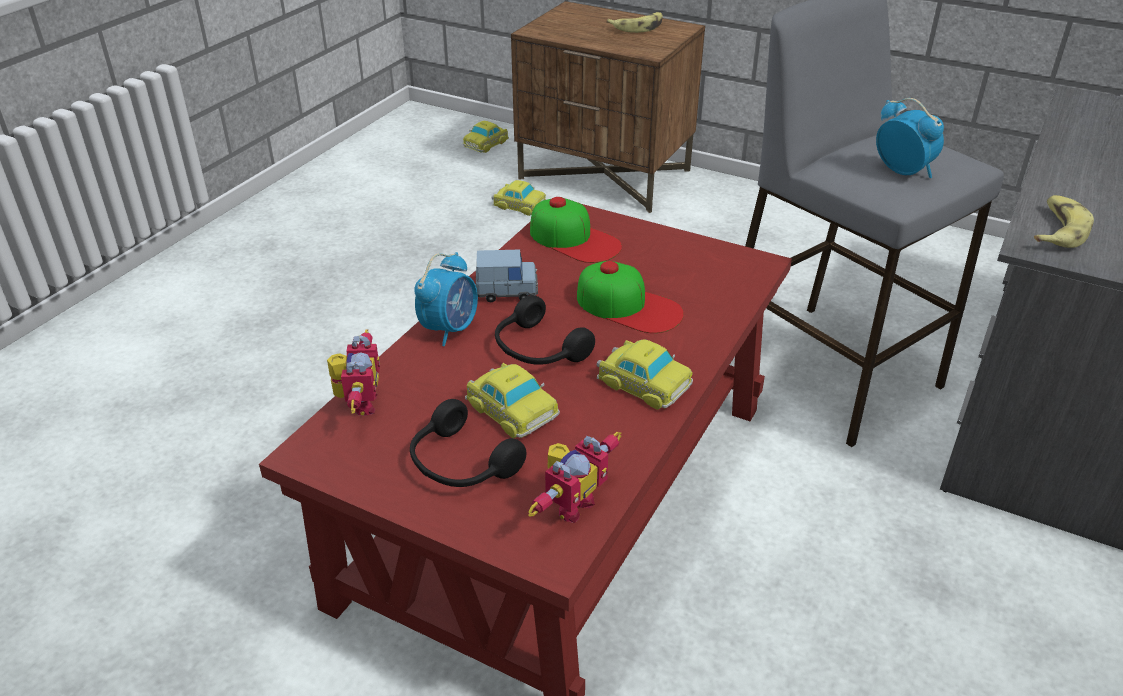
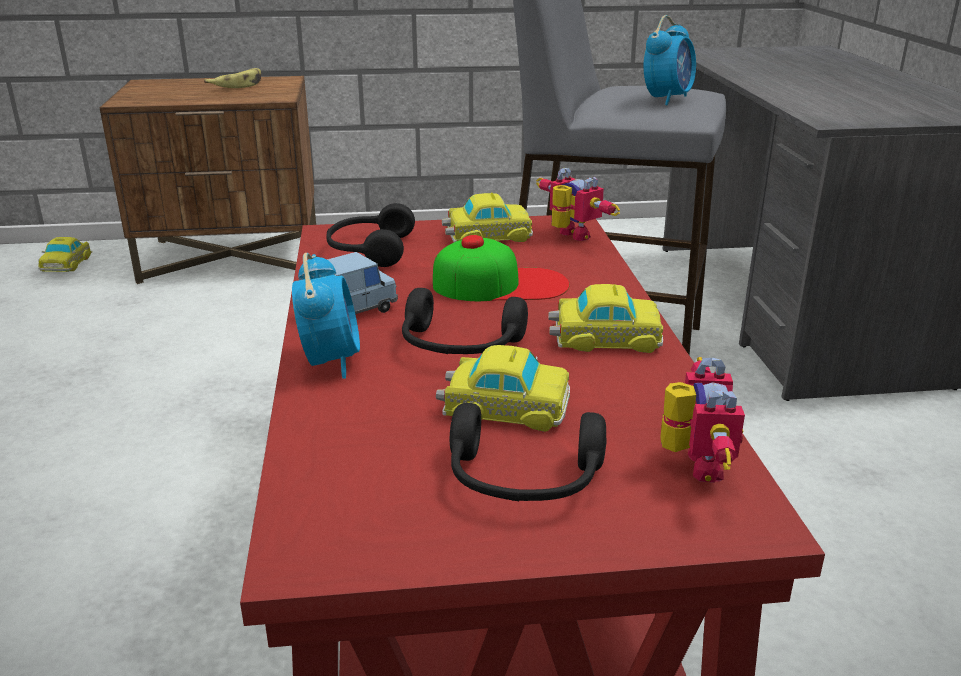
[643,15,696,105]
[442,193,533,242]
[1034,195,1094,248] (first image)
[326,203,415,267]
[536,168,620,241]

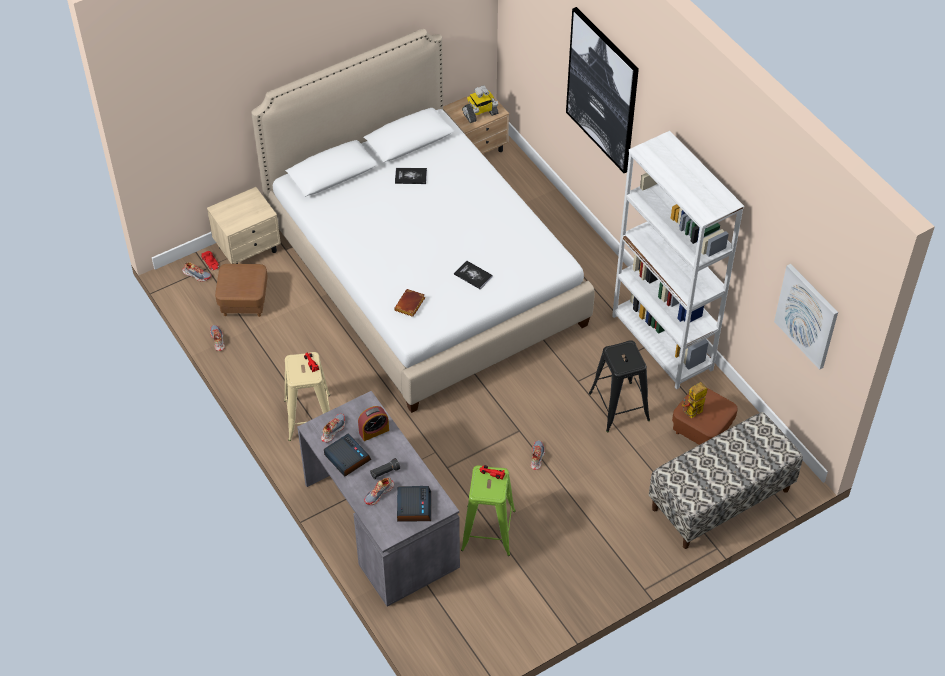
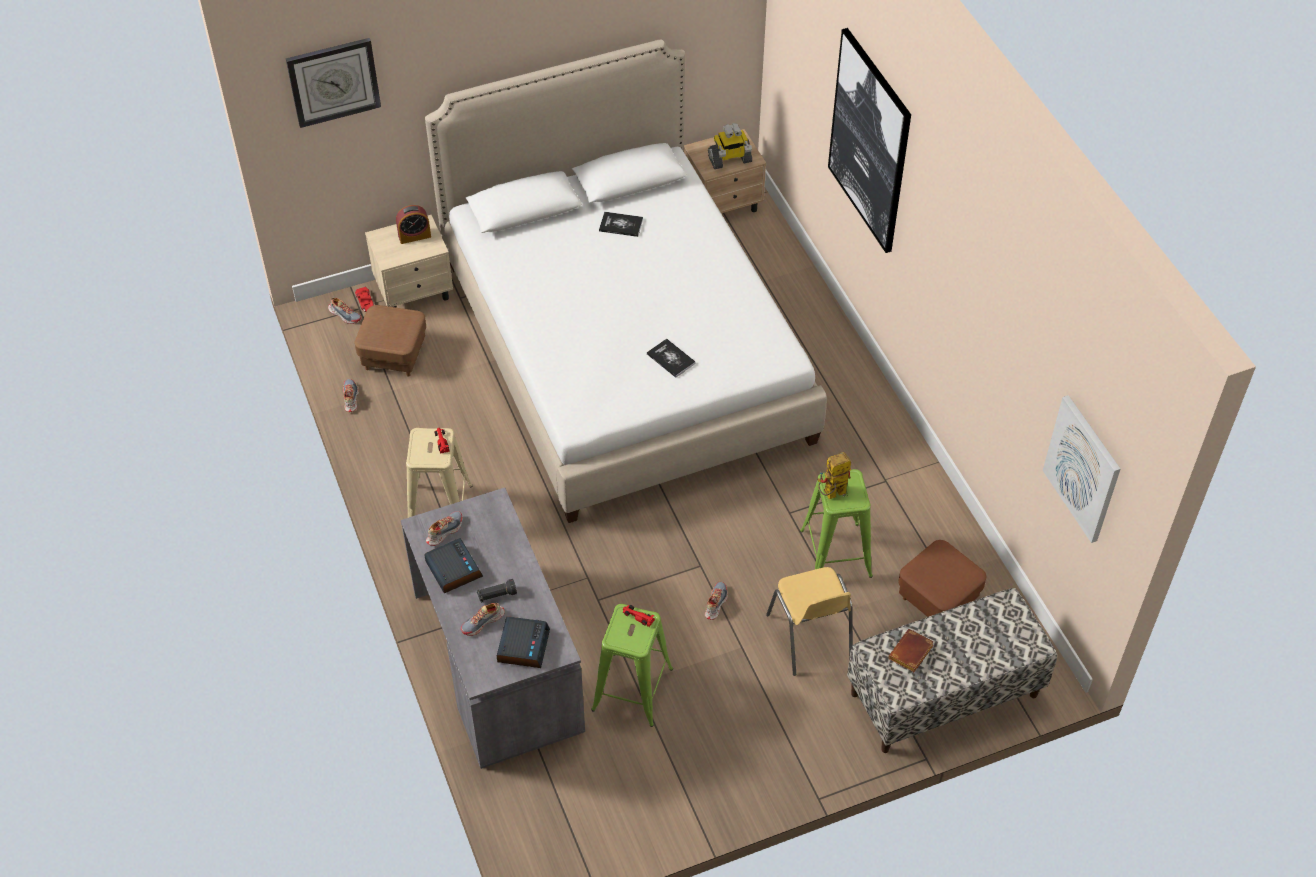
[612,131,744,389] (first image)
[888,629,934,672]
[800,469,873,578]
[818,452,851,499]
[396,205,431,244]
[286,38,381,128]
[766,567,853,676]

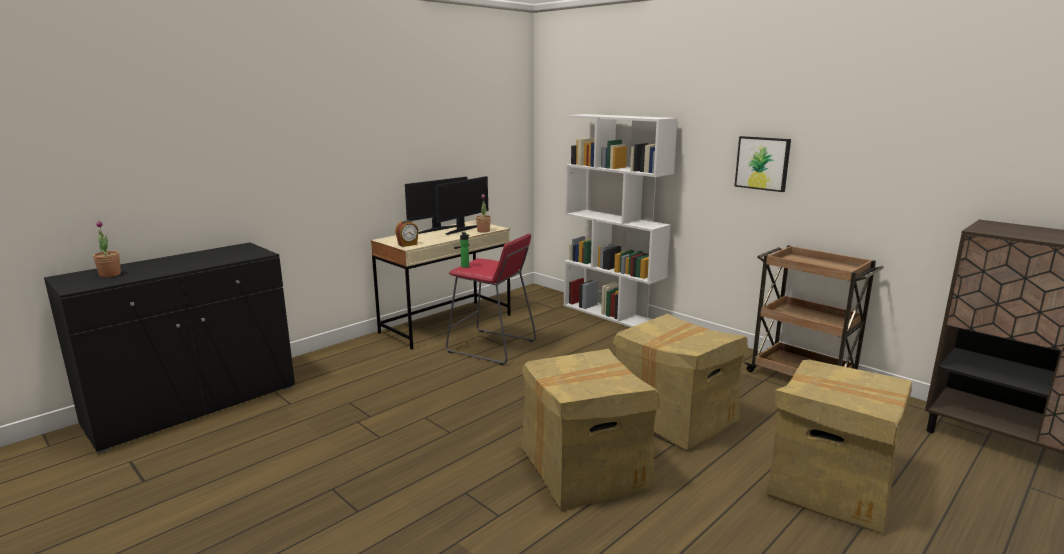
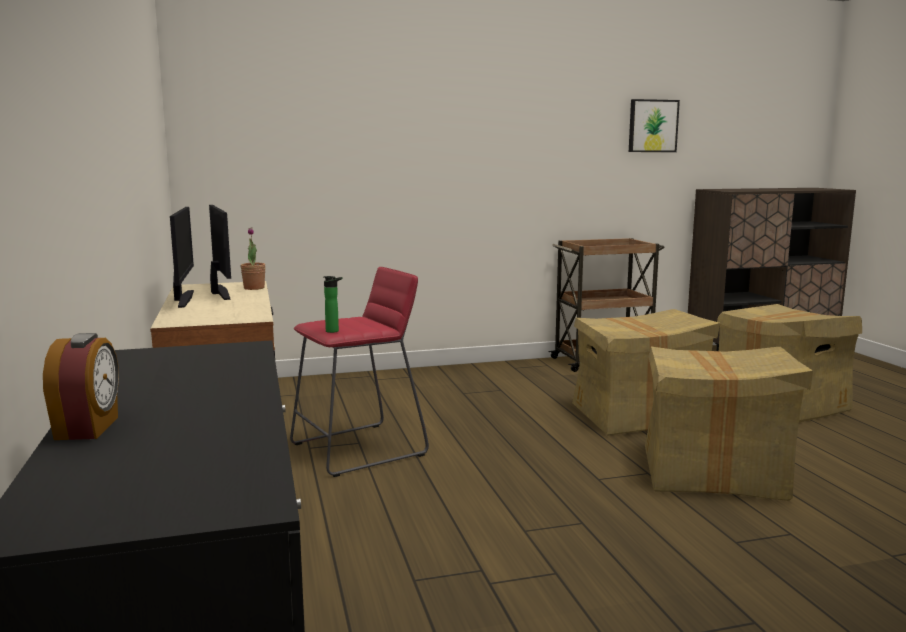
[564,114,678,327] (first image)
[629,99,680,152]
[93,220,121,277] (first image)
[43,333,119,440]

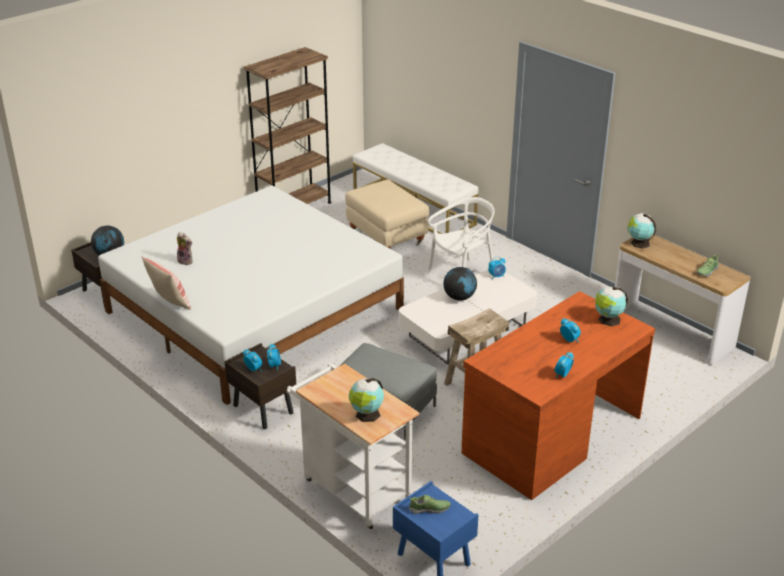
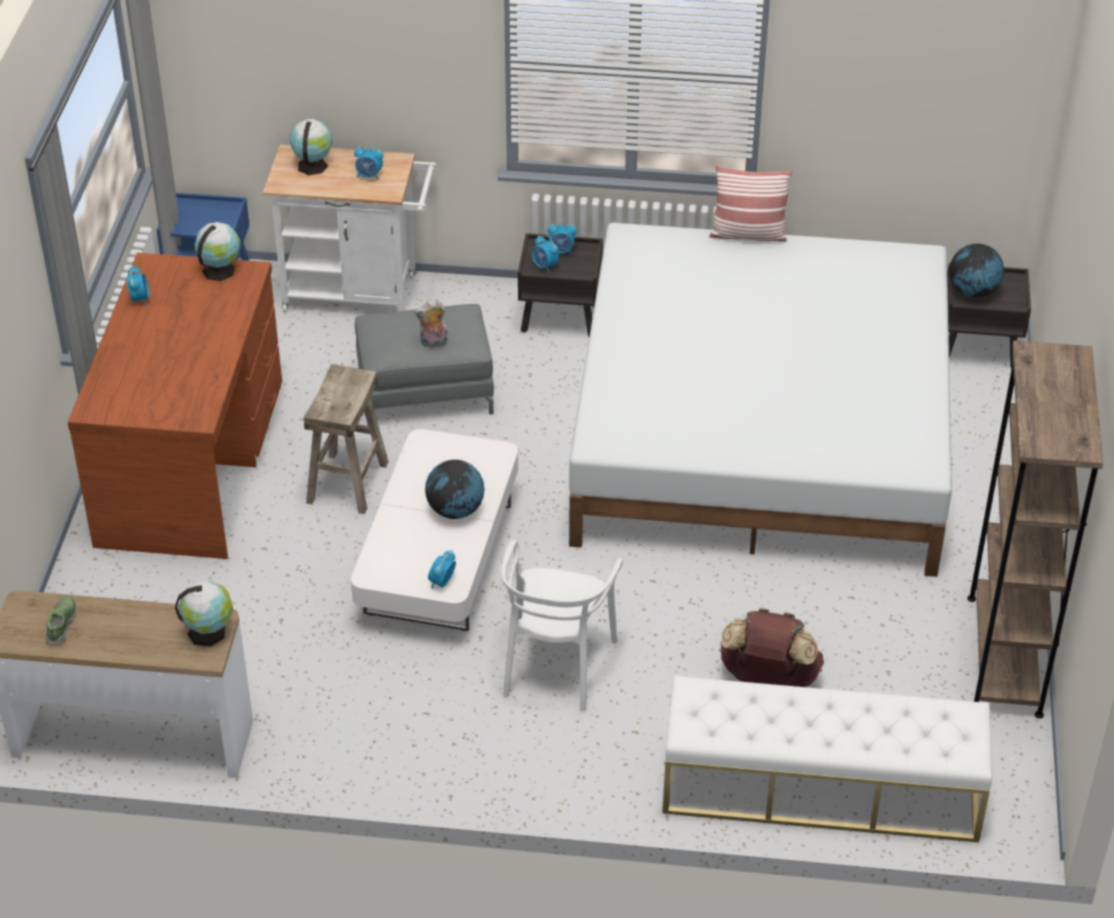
[719,608,824,687]
[414,299,448,348]
[195,222,240,281]
[354,144,383,180]
[409,495,451,514] (first image)

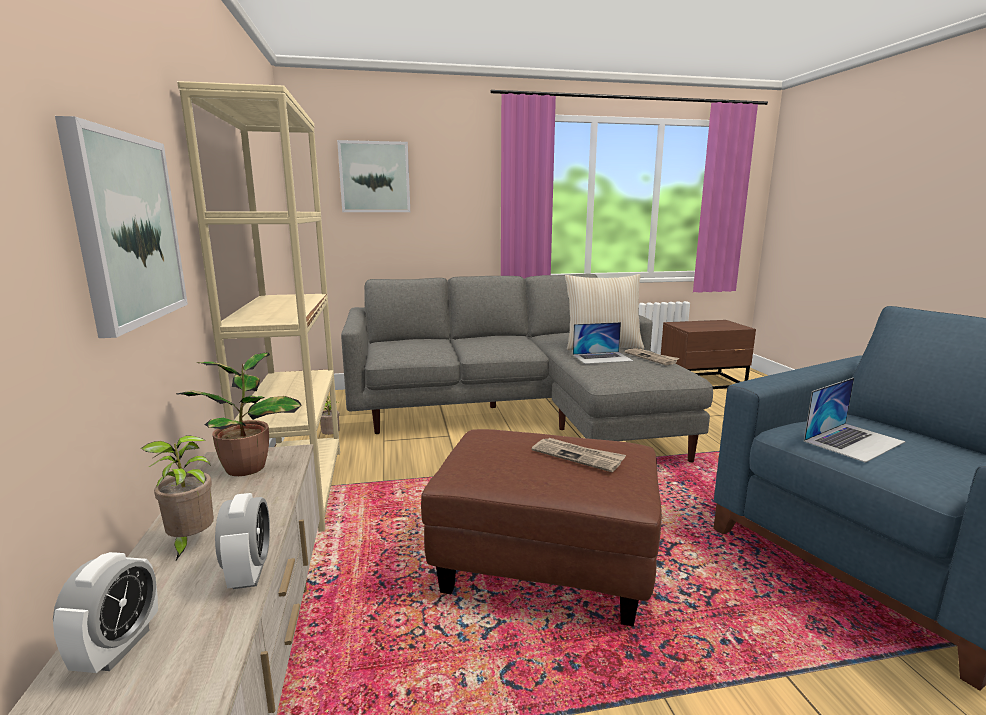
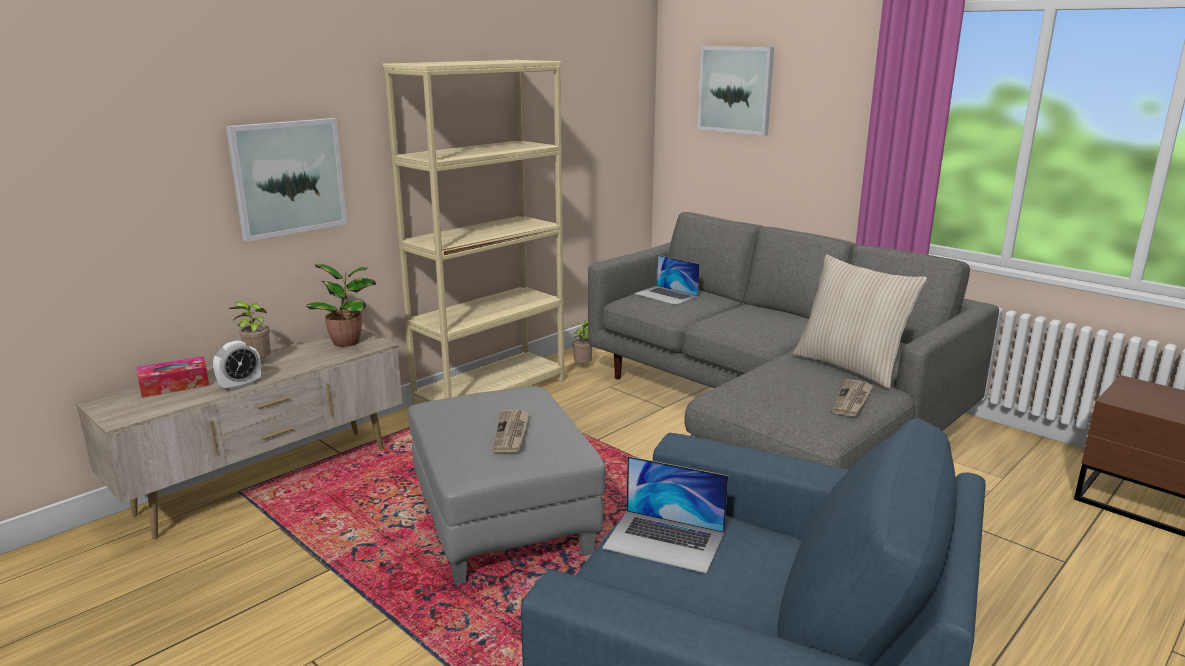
[634,255,700,305]
[408,386,606,585]
[137,356,209,398]

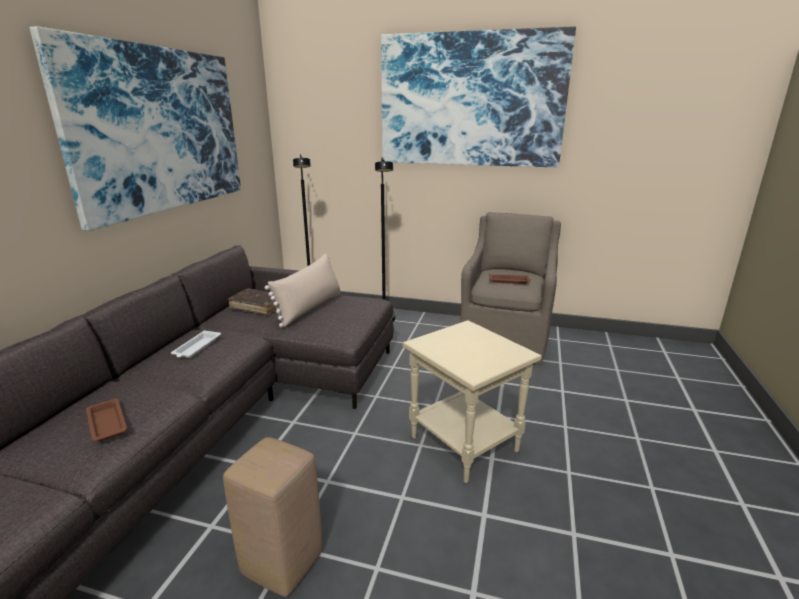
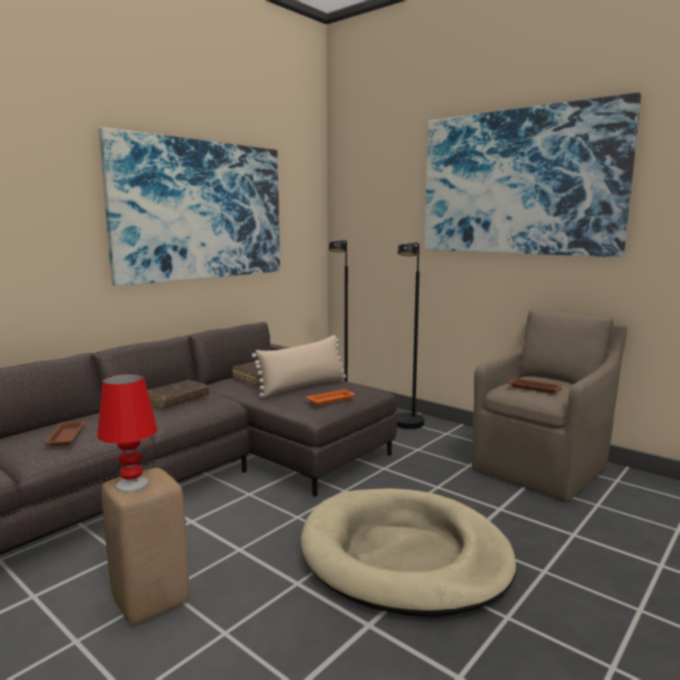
[301,488,517,617]
[147,380,209,408]
[97,374,157,492]
[306,390,355,405]

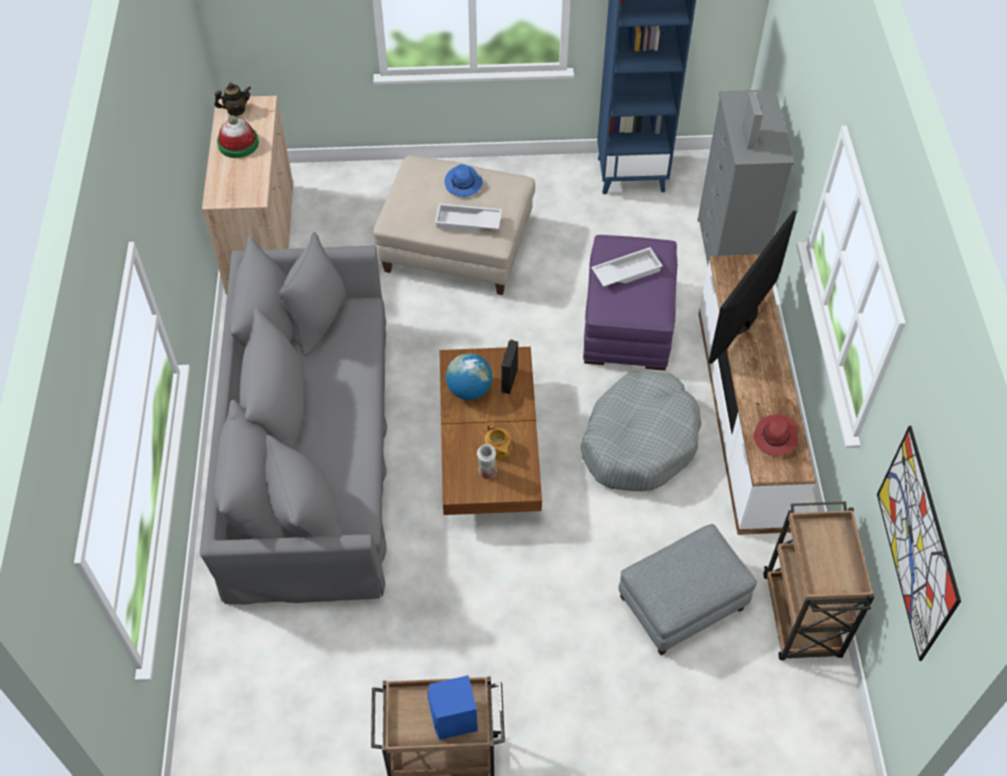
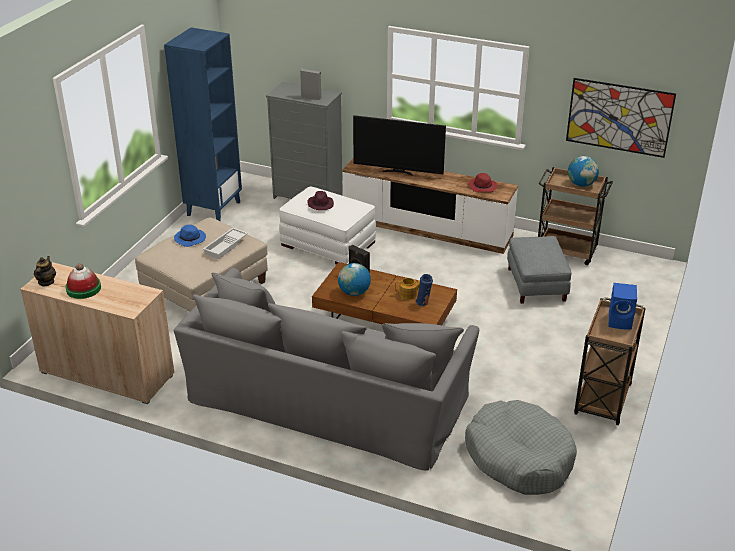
[353,115,446,176]
[279,186,376,265]
[307,191,334,210]
[465,400,577,495]
[416,274,433,306]
[568,156,599,187]

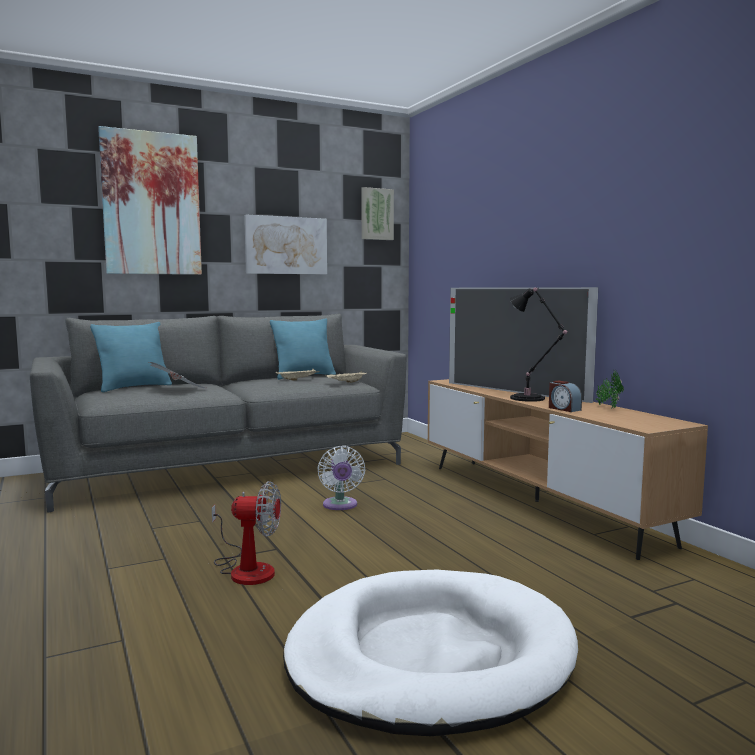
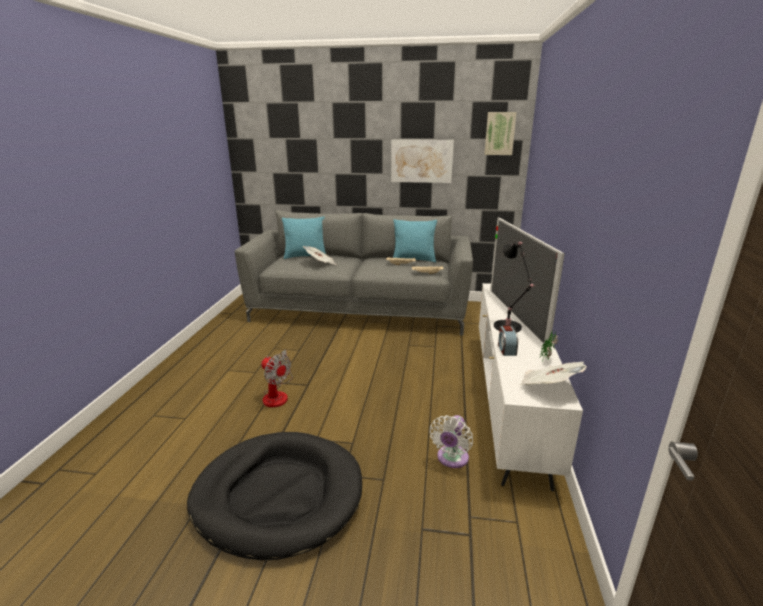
[98,126,202,275] (first image)
[479,283,583,491]
[430,415,473,468]
[187,432,362,560]
[520,362,587,385]

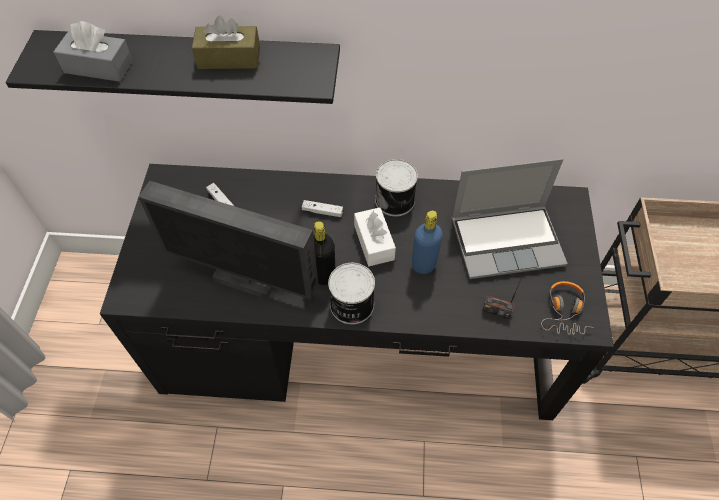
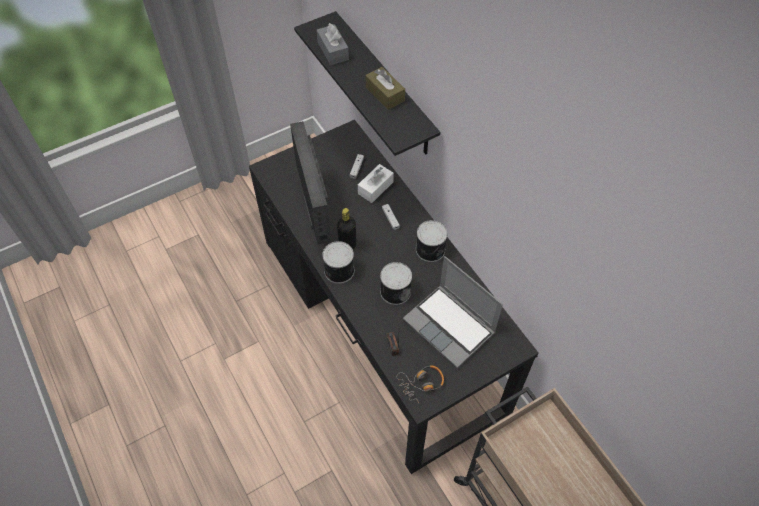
[358,164,394,203]
[380,262,412,305]

